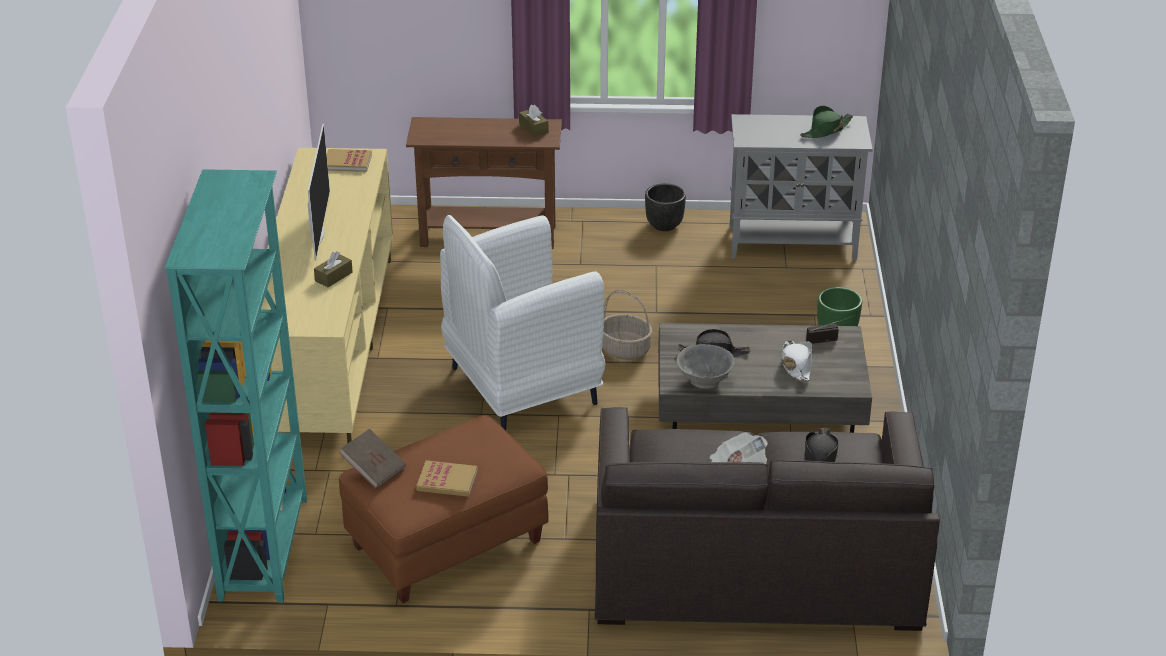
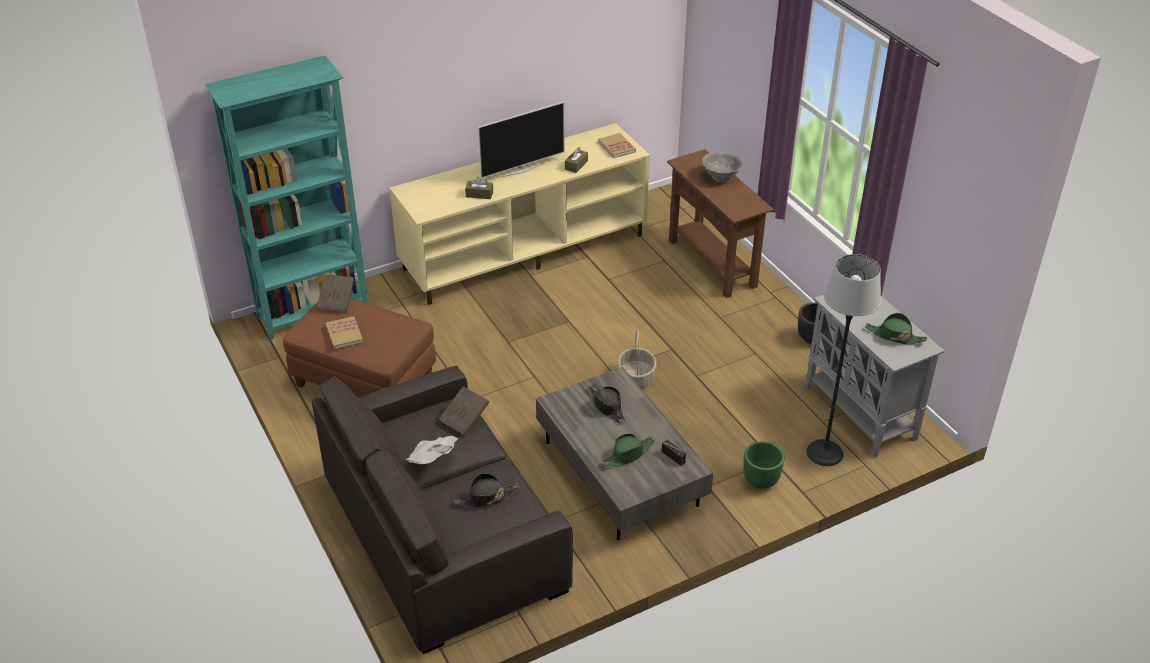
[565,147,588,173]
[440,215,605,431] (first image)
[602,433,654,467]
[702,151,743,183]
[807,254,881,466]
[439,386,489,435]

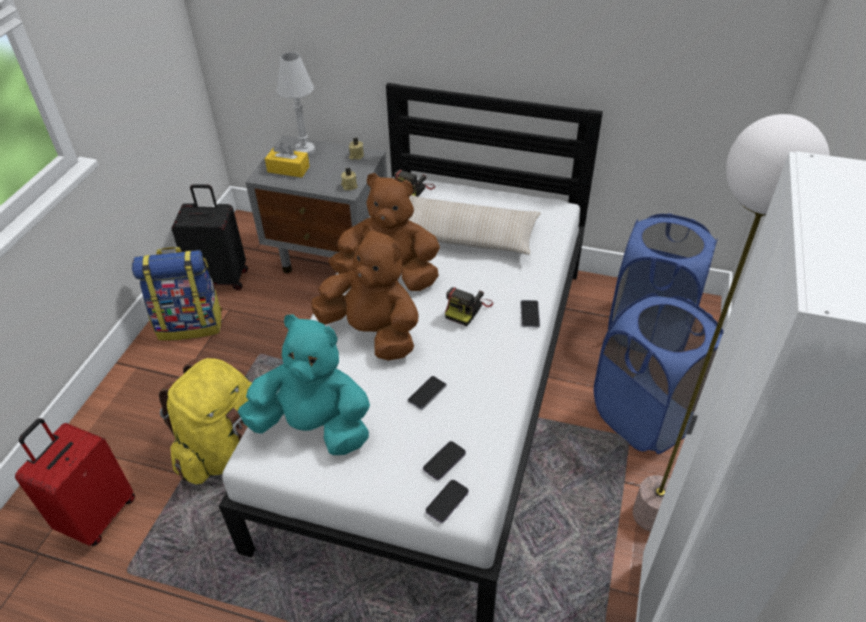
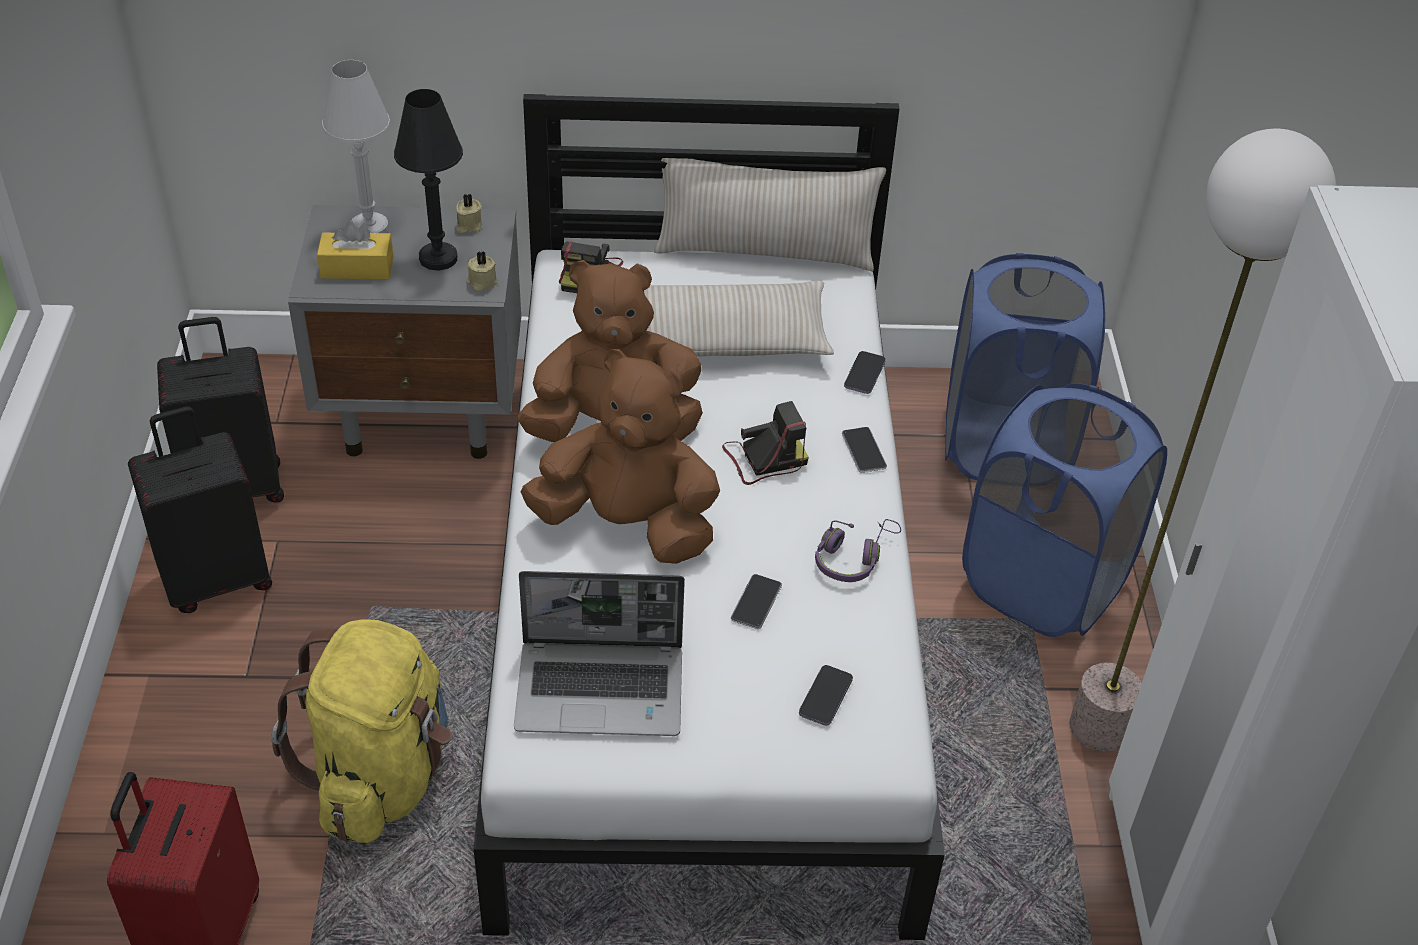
[128,407,272,613]
[722,401,809,485]
[514,571,685,736]
[844,351,886,394]
[394,89,463,271]
[654,158,886,271]
[815,519,901,582]

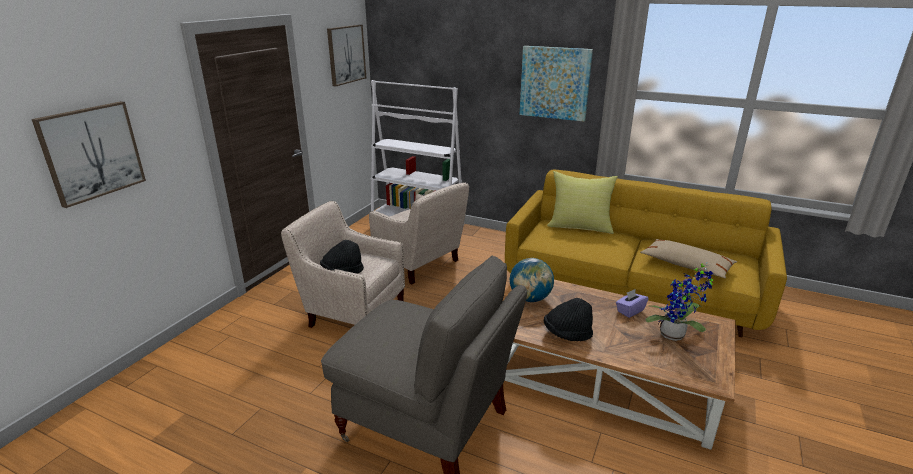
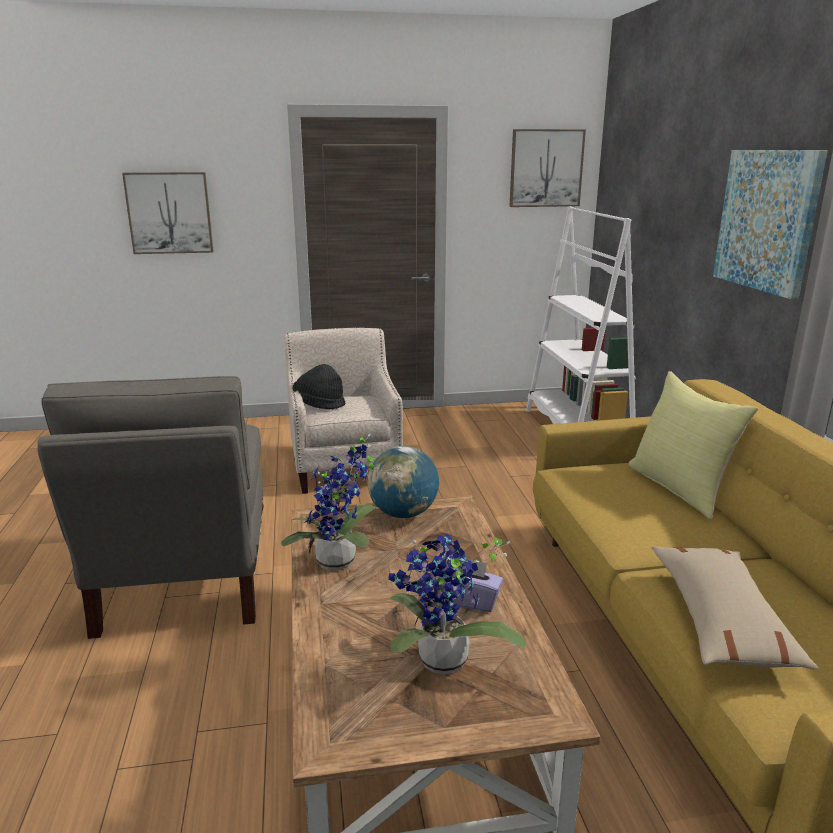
[369,182,469,285] (first image)
[281,434,380,570]

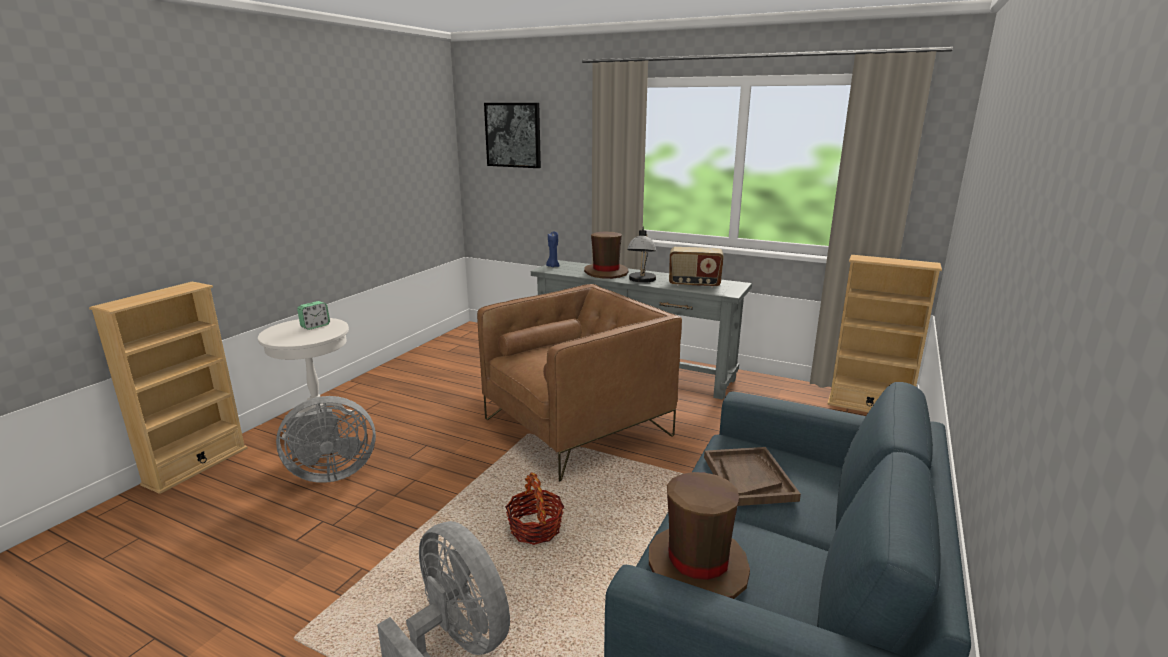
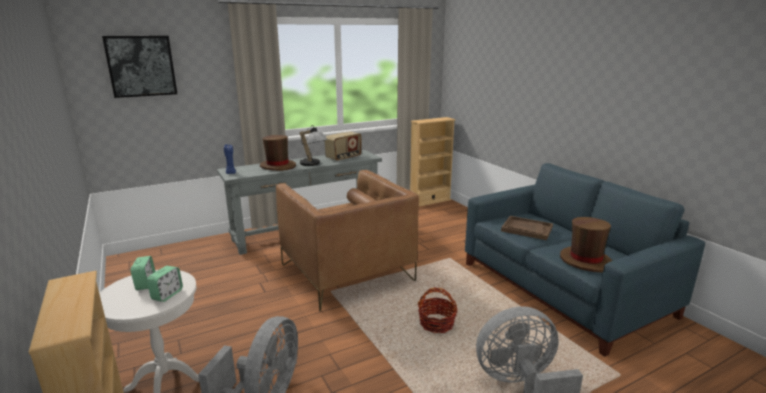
[276,170,419,312]
[147,266,183,302]

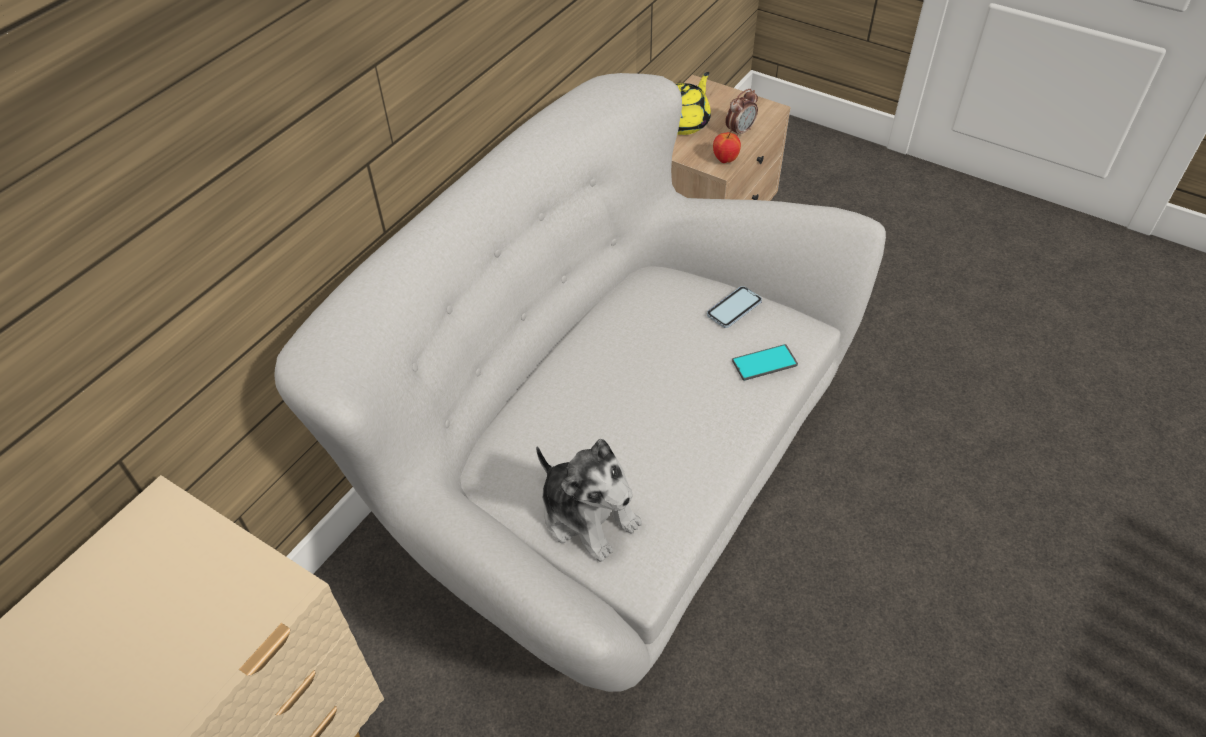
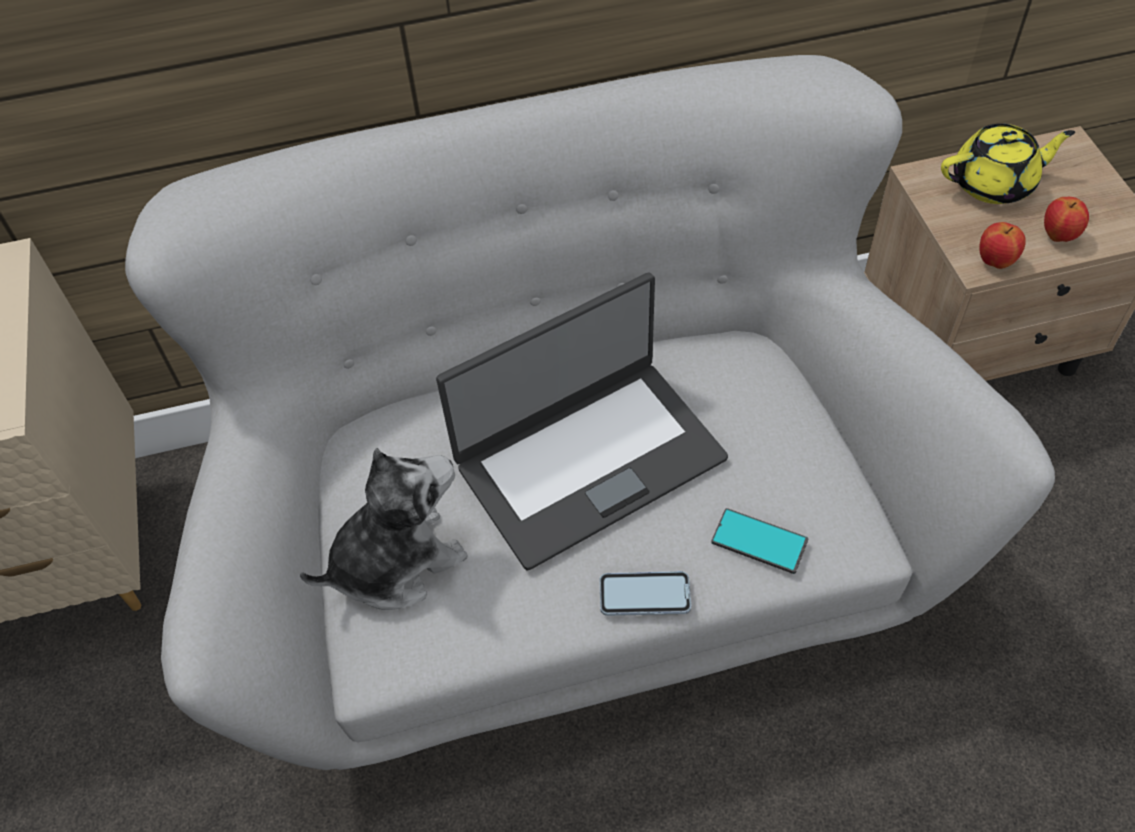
[1044,197,1089,242]
[600,571,691,616]
[300,448,467,610]
[436,273,728,571]

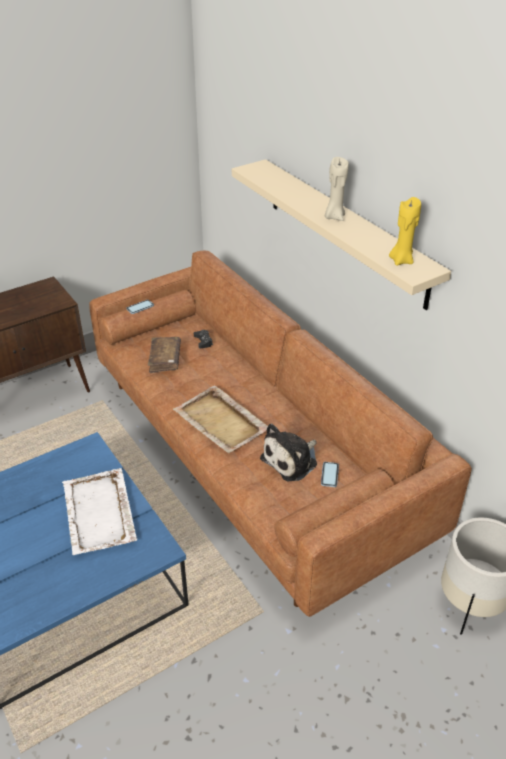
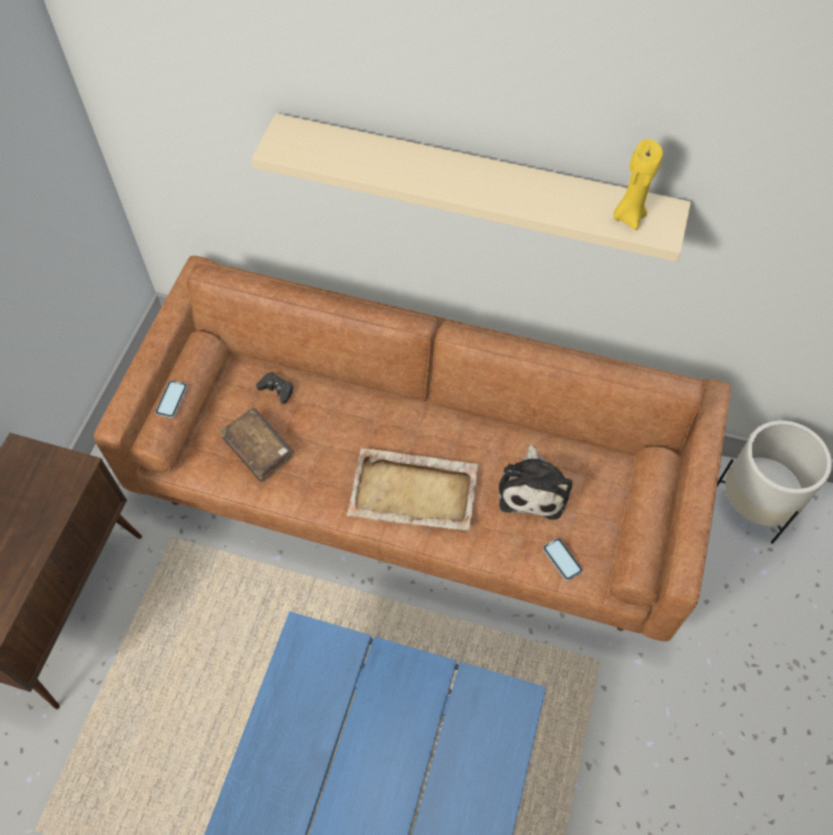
[325,157,349,221] (first image)
[543,538,583,581]
[62,468,137,555] (first image)

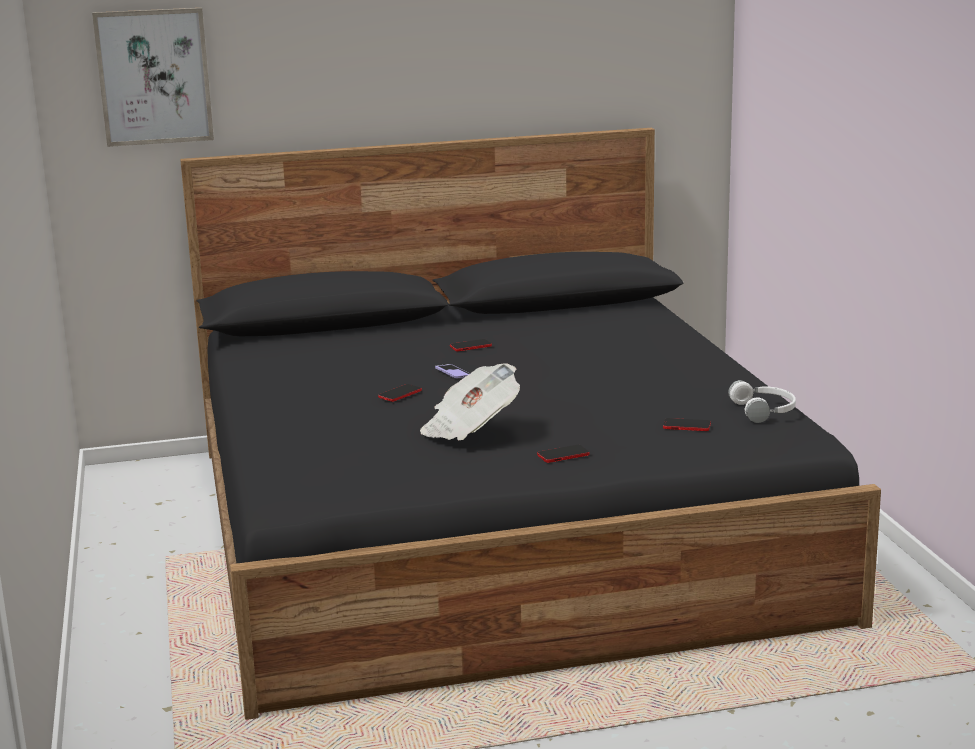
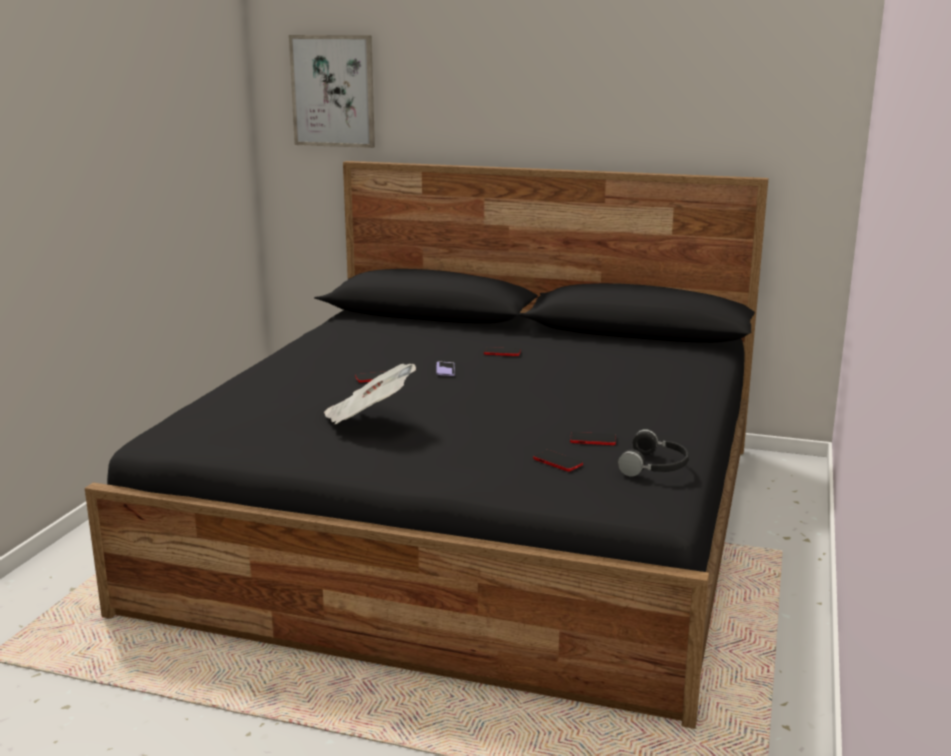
[618,429,689,477]
[570,432,616,445]

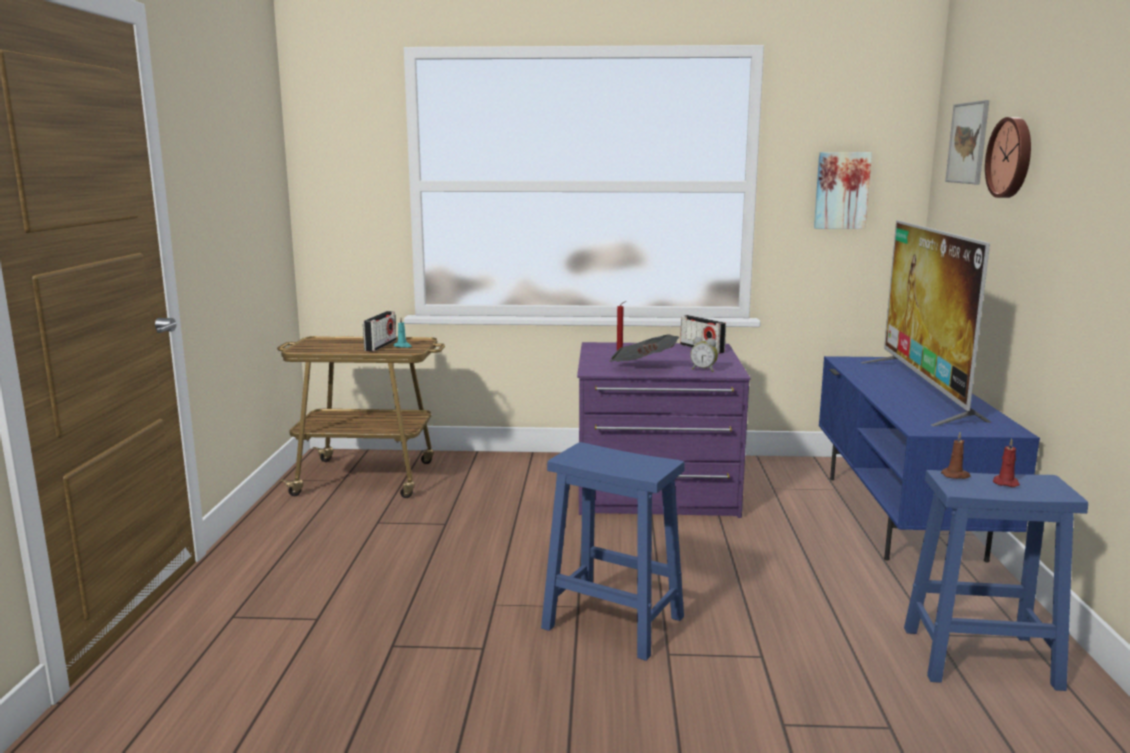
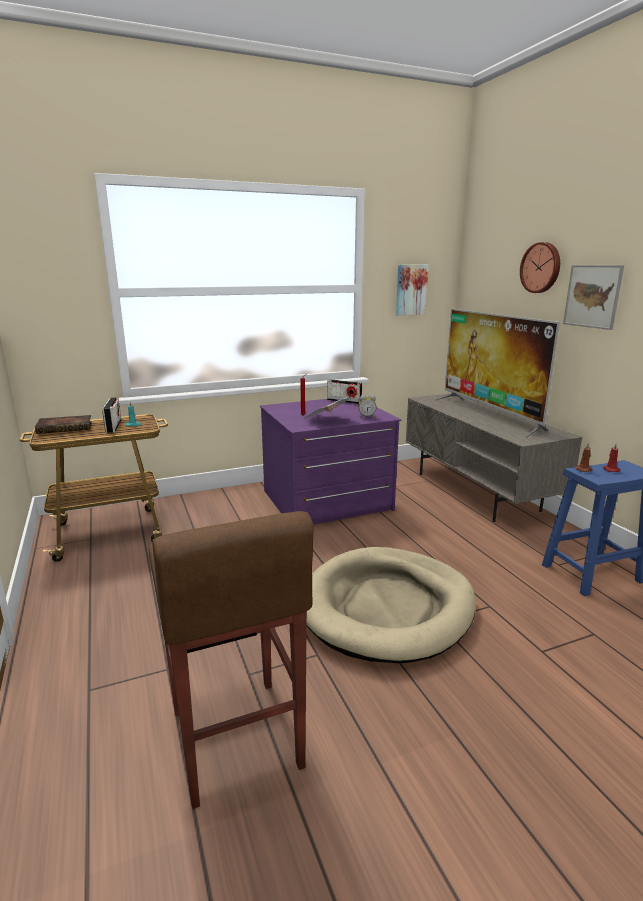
[563,265,624,330]
[406,393,582,522]
[306,547,476,663]
[35,415,92,434]
[149,511,313,809]

